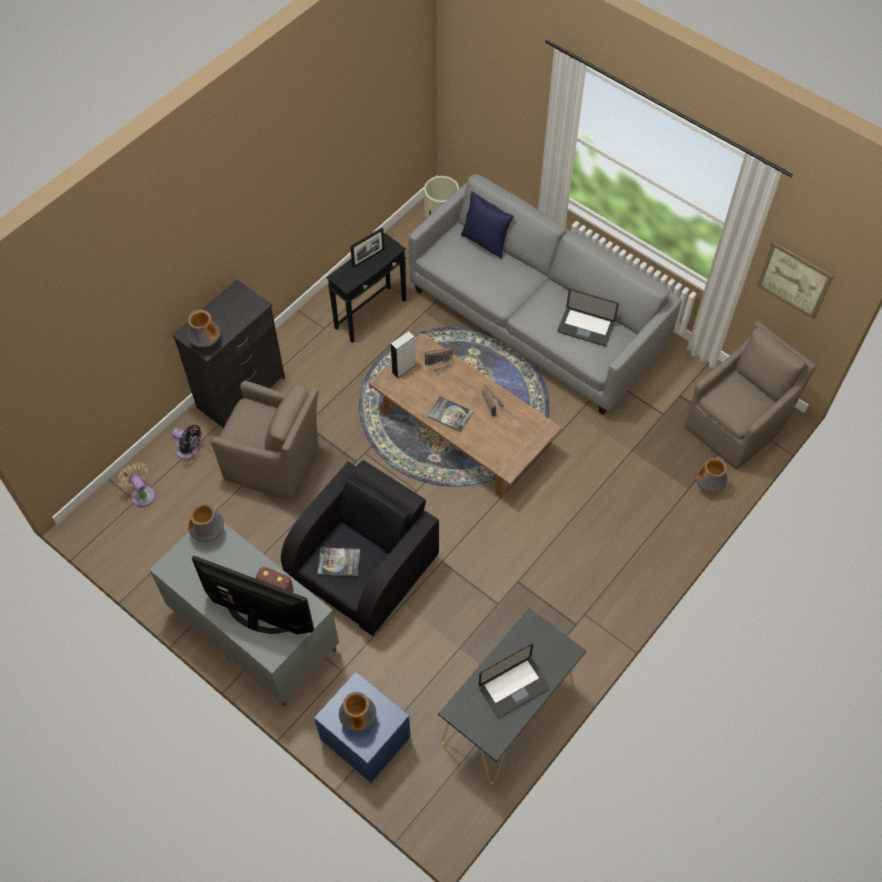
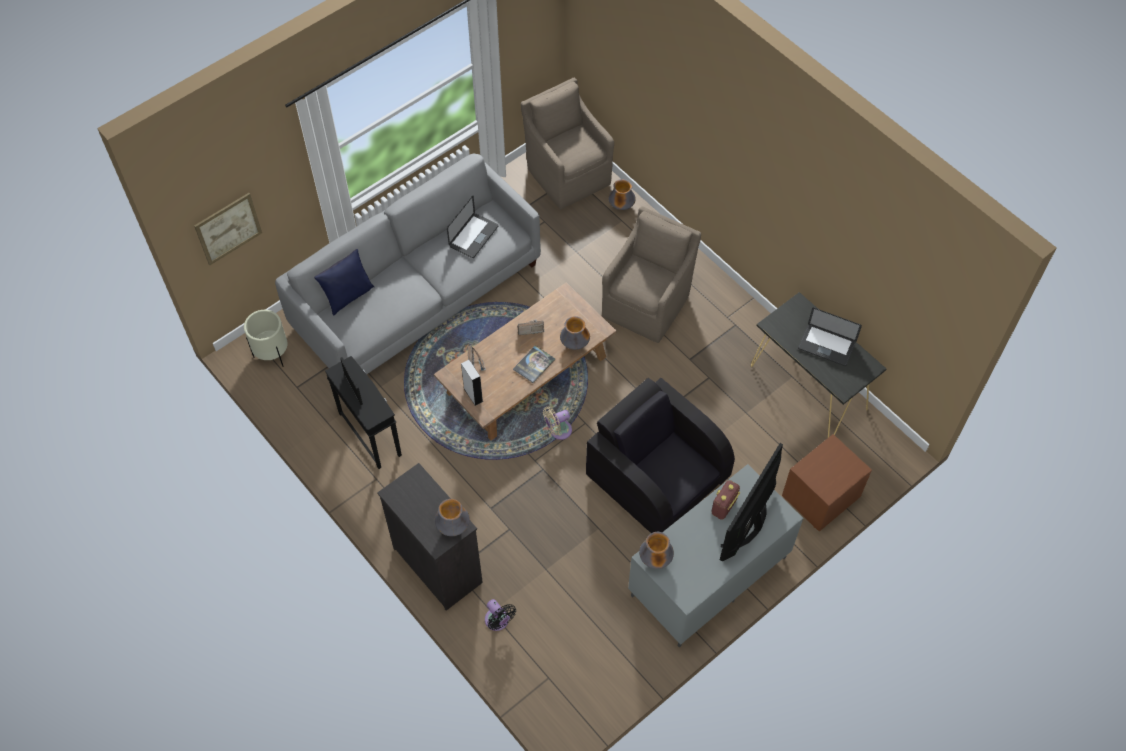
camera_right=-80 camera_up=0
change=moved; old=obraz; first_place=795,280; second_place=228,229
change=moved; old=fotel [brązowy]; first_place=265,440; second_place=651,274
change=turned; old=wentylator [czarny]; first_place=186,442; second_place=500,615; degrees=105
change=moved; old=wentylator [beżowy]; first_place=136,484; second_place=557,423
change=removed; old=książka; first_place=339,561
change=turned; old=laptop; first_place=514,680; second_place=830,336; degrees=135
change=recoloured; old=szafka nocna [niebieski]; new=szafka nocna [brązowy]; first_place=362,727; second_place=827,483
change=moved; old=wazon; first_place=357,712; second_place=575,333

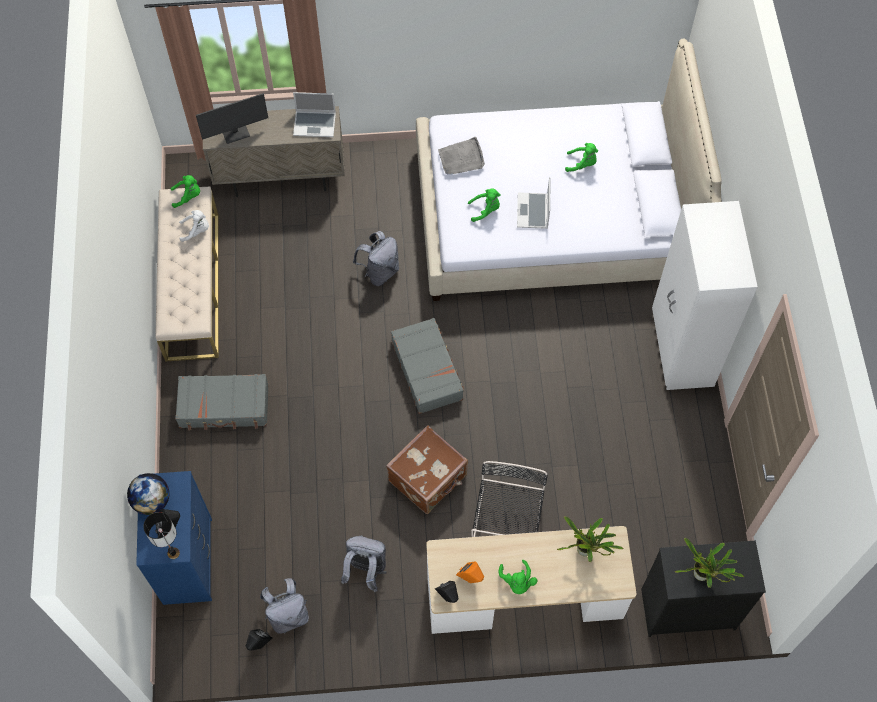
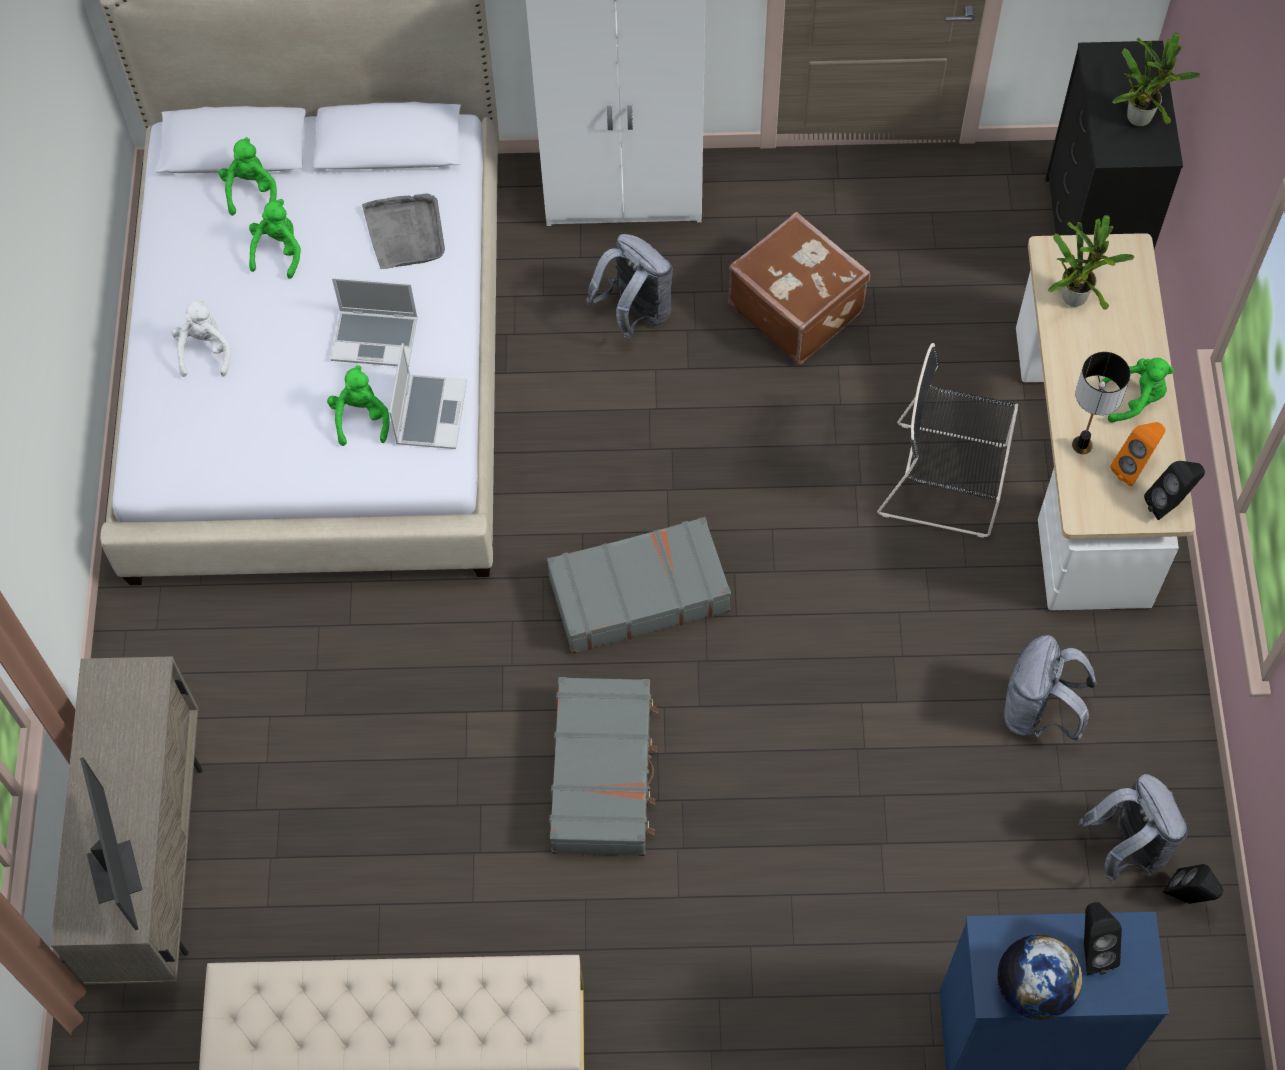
camera_right=-85 camera_up=0
change=moved; old=laptop; first_place=314,114; second_place=428,396
change=moved; old=taca [szary]; first_place=461,156; second_place=403,231
change=moved; old=pluszak [zielony]; first_place=185,191; second_place=248,176
change=moved; old=pluszak [biały]; first_place=194,226; second_place=201,337
change=moved; old=plecak [szary]; first_place=376,258; second_place=629,286
change=moved; old=walizka [szary]; first_place=222,402; second_place=603,766
change=moved; old=walizka [brązowy]; first_place=427,469; second_place=799,288
change=moved; old=lampa stołowa; first_place=161,535; second_place=1101,403

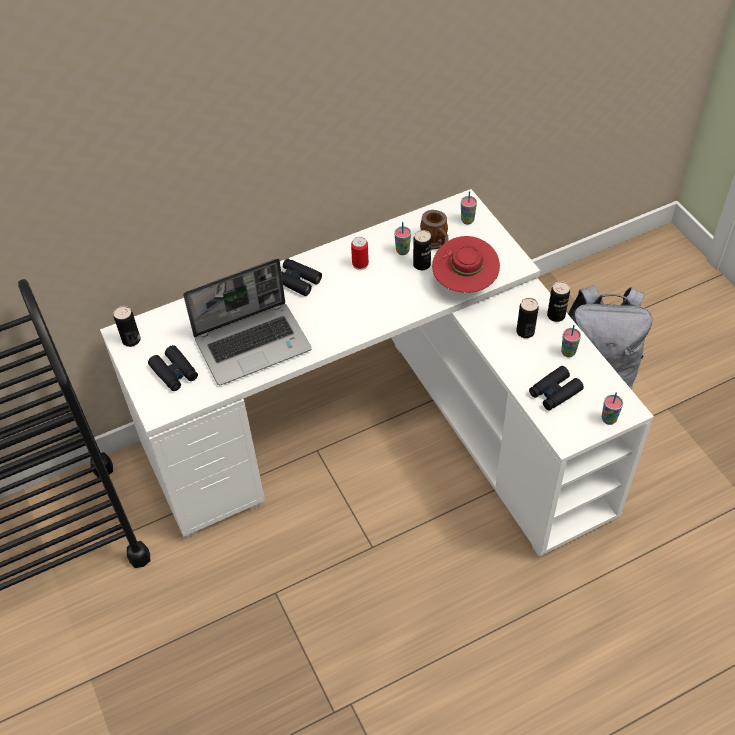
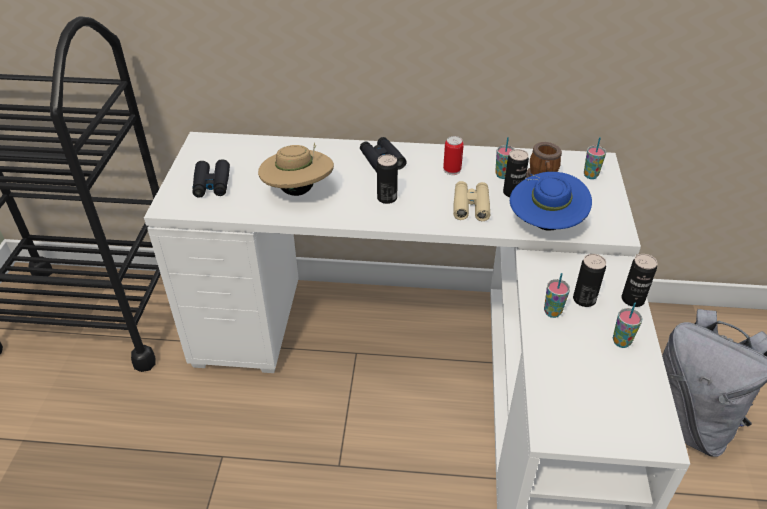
camera_right=30 camera_up=-10
change=recoloured; old=kapelusz [czerwony]; new=kapelusz [niebieski]; first_place=466,264; second_place=551,201
change=replaced; old=laptop; new=kapelusz [beżowy]; first_place=247,321; second_place=296,169
change=moved; old=puszka; first_place=127,326; second_place=387,179
change=removed; old=lornetka [czarny]; first_place=556,388
change=moved; old=filiżanka; first_place=612,408; second_place=557,295
change=added; new=lornetka [beżowy]; second_place=471,201

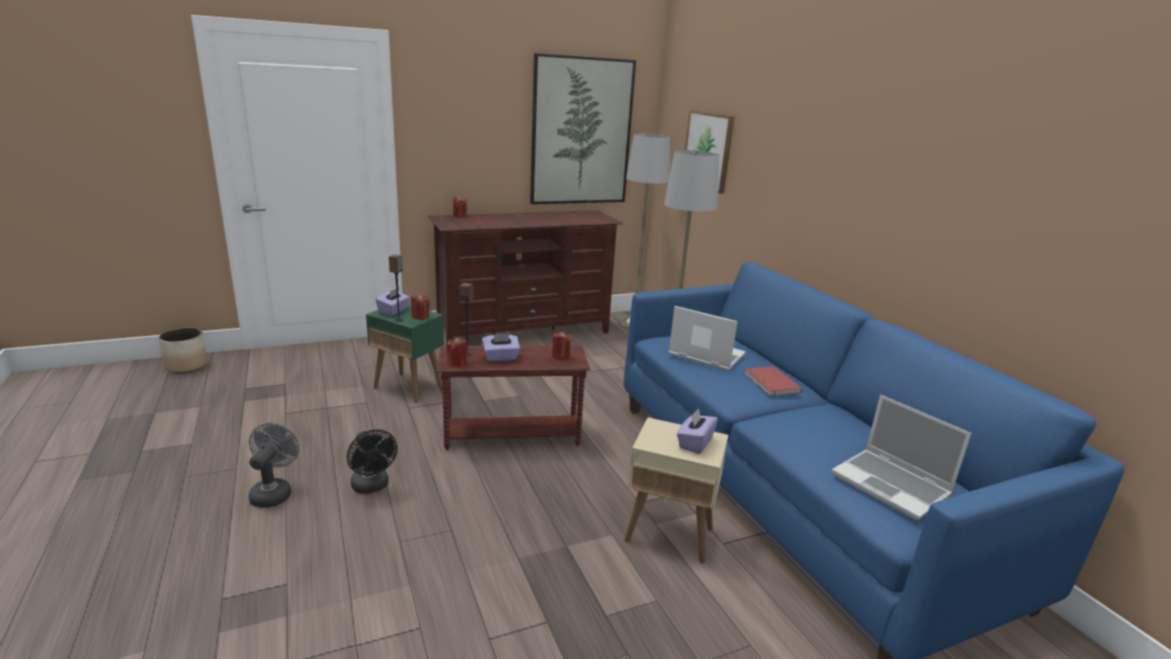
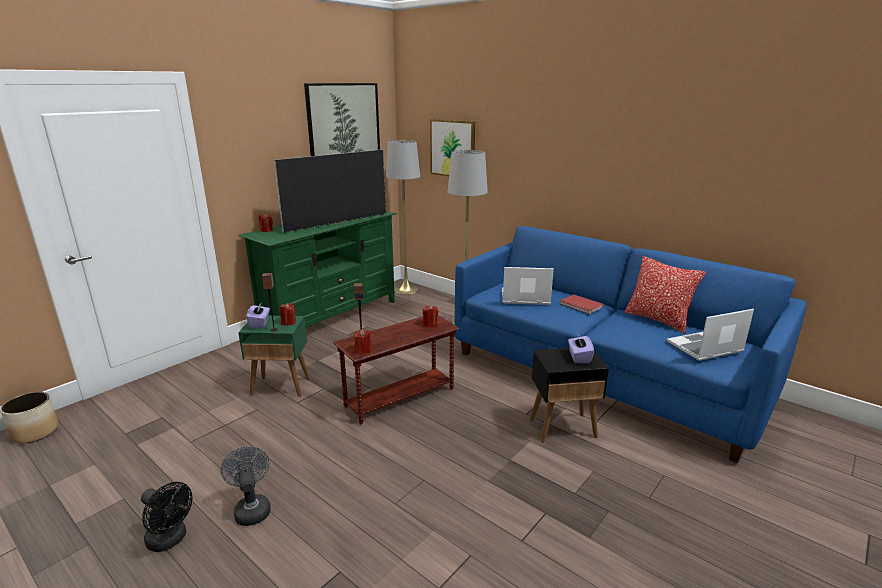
camera_right=-25 camera_up=0
change=recoloured; old=szafka pod telewizor [brązowy]; new=szafka pod telewizor [zielony]; first_place=525,278; second_place=317,269
change=removed; old=pudełko chusteczek [fioletowy]; first_place=501,348
change=turned; old=laptop; first_place=901,457; second_place=710,335; degrees=135
change=recoloured; old=stolik [beżowy]; new=stolik [czarny]; first_place=676,490; second_place=569,395
change=moved; old=wentylator [czarny]; first_place=372,461; second_place=166,517
change=added; new=telewizor; second_place=330,191
change=added; new=poduszka; second_place=665,295

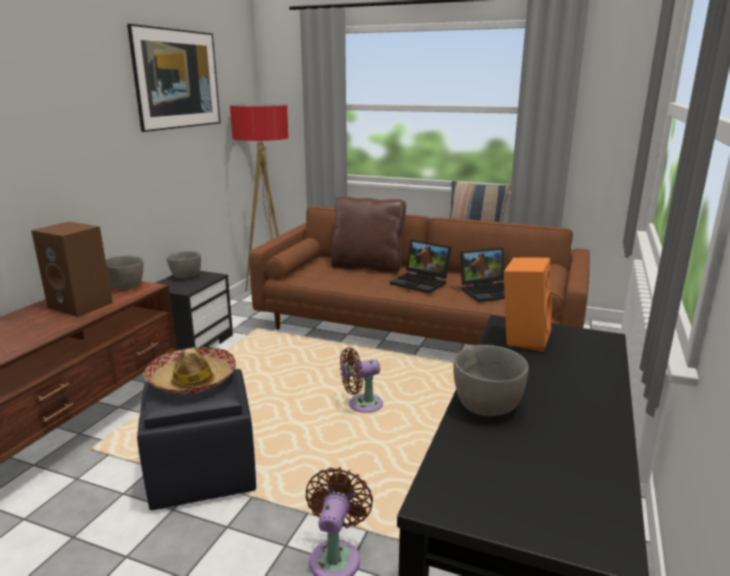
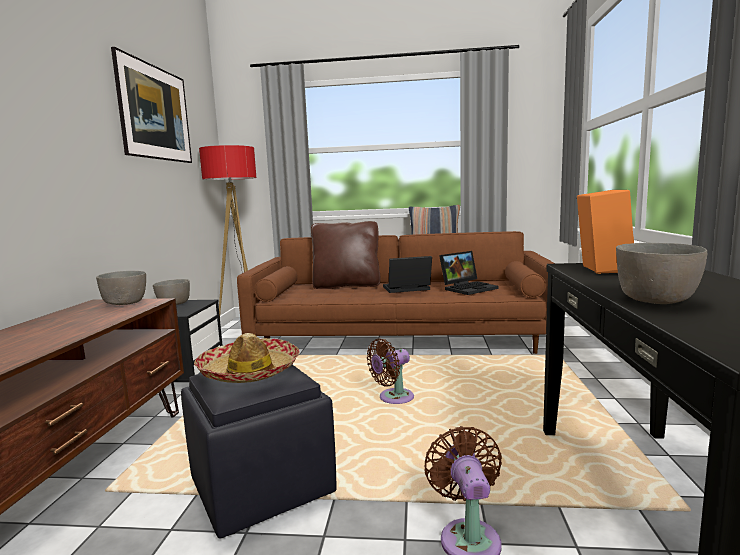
camera_right=-15 camera_up=-10
change=removed; old=głośnik [brązowy]; first_place=72,269
change=turned; old=laptop; first_place=421,267; second_place=407,274; degrees=150

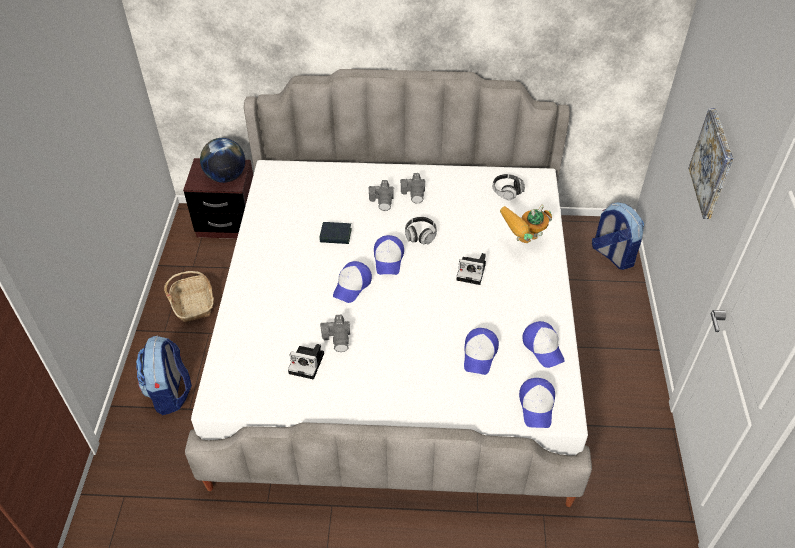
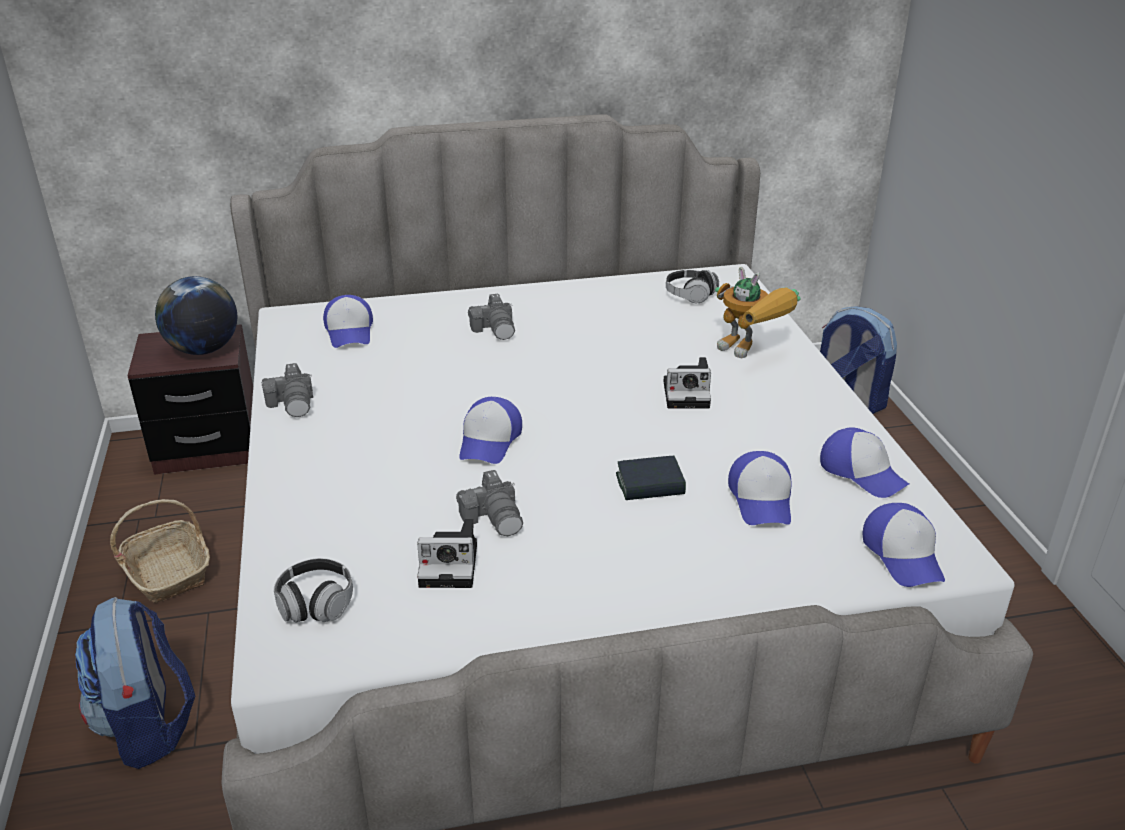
camera_right=-15 camera_up=-15
change=removed; old=obraz; first_place=711,163
change=moved; old=aparat fotograficzny; first_place=413,188; second_place=287,390
change=turned; old=robot zabawkowy; first_place=526,224; second_place=758,312; degrees=-90
change=moved; old=słuchawki; first_place=421,230; second_place=313,590
change=moved; old=książka; first_place=335,233; second_place=651,478
change=moved; old=czapka z daszkiem; first_place=389,255; second_place=348,321

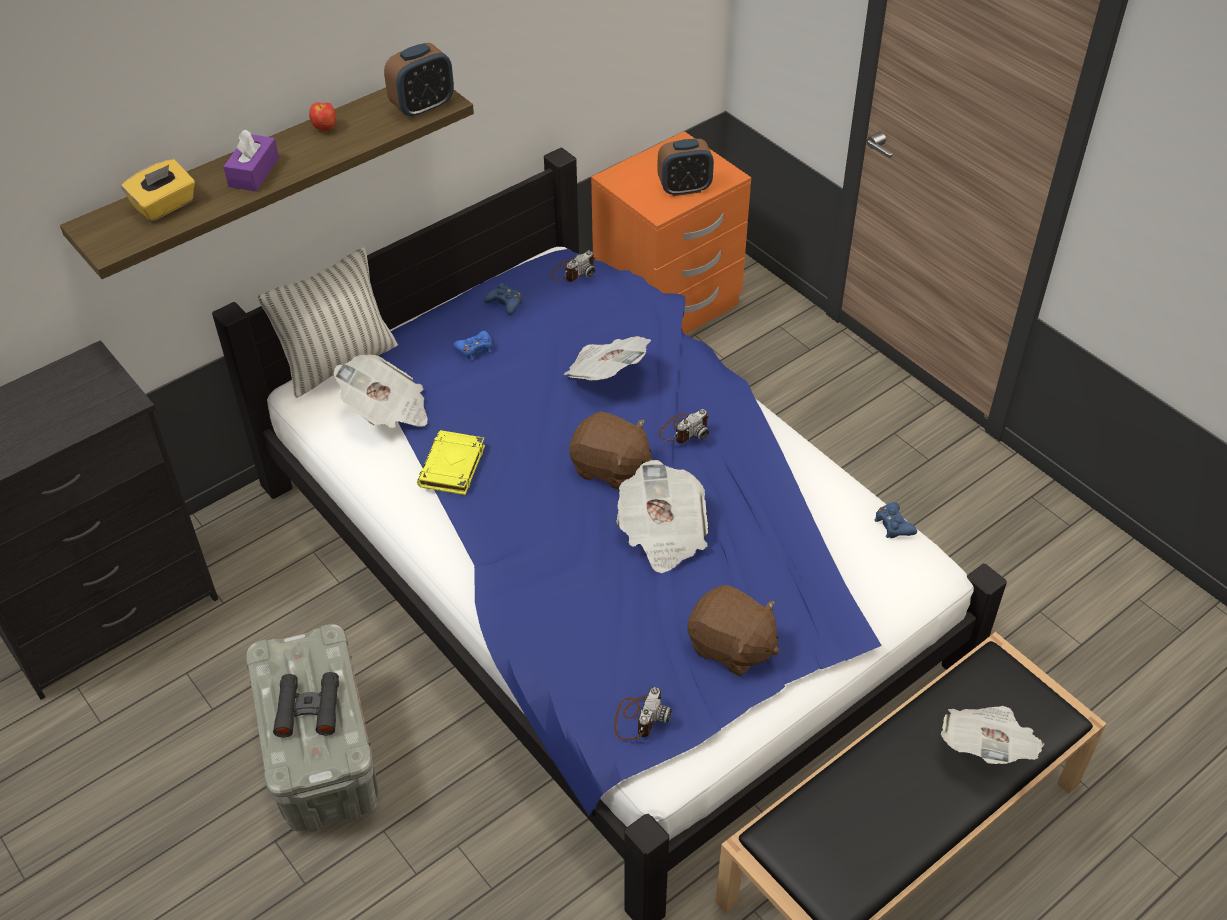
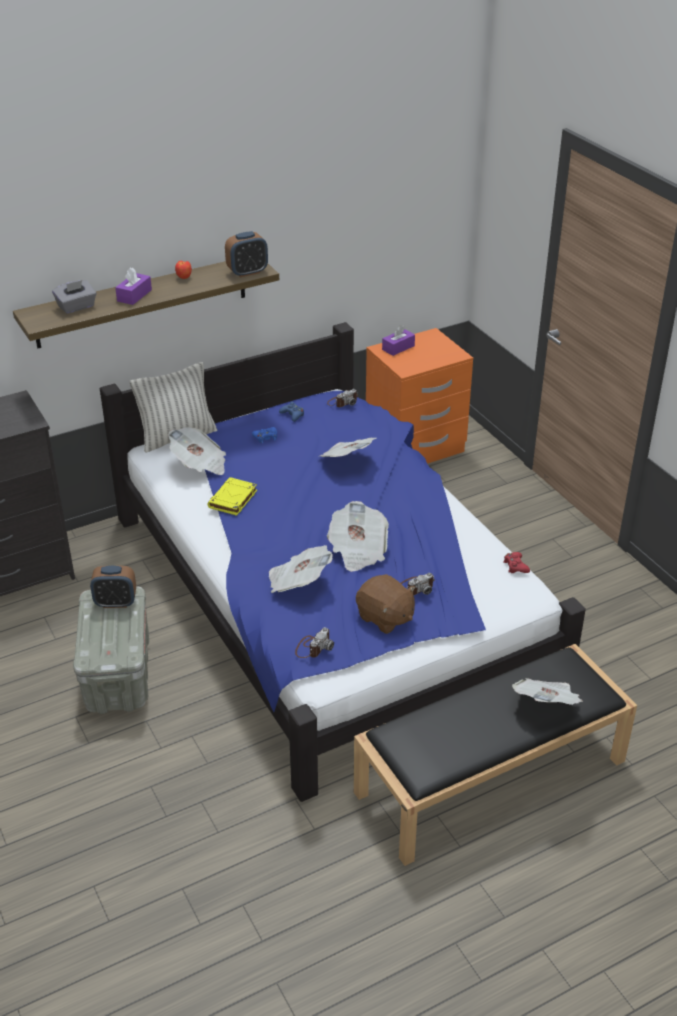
camera_right=10 camera_up=-10
change=moved; old=budzik; first_place=685,167; second_place=113,587
change=recoloured; old=pudełko chusteczek [żółty]; new=pudełko chusteczek [szary]; first_place=158,190; second_place=74,297
change=moved; old=aparat fotograficzny; first_place=684,426; second_place=418,584
change=removed; old=pluszak [brązowy]; first_place=610,450
change=recoloured; old=pad do gier [niebieski]; new=pad do gier [czerwony]; first_place=895,520; second_place=516,562
change=removed; old=lornetka [czarny]; first_place=306,704
change=added; new=pudełko chusteczek [fioletowy]; second_place=398,340
change=added; new=gazeta; second_place=301,569

